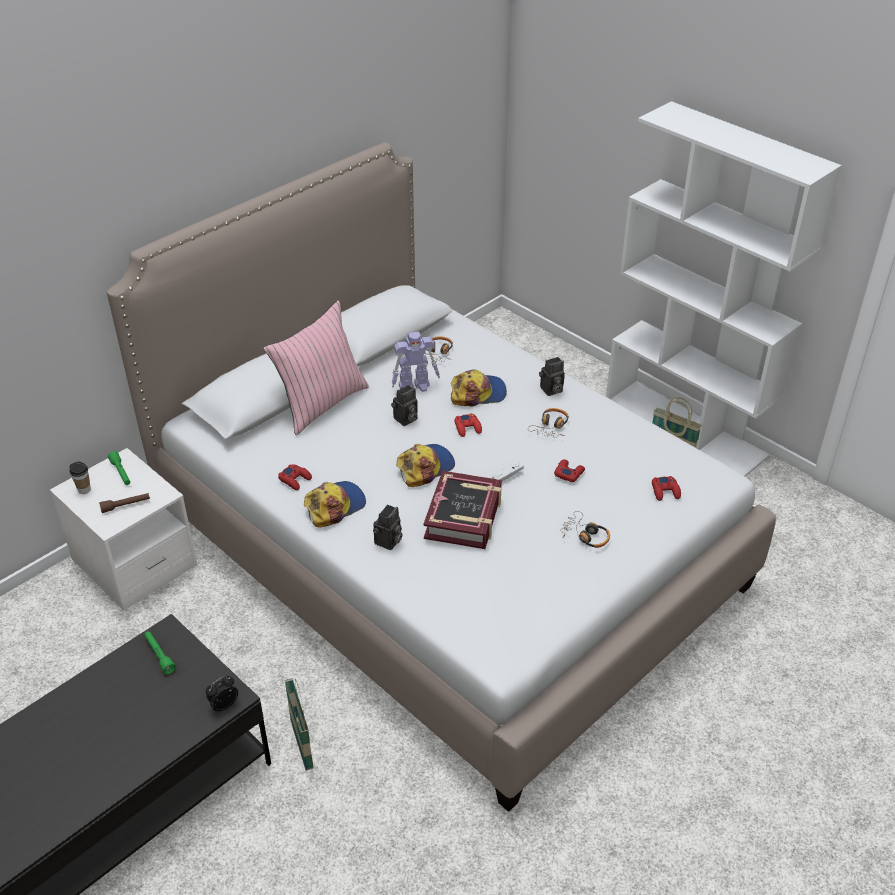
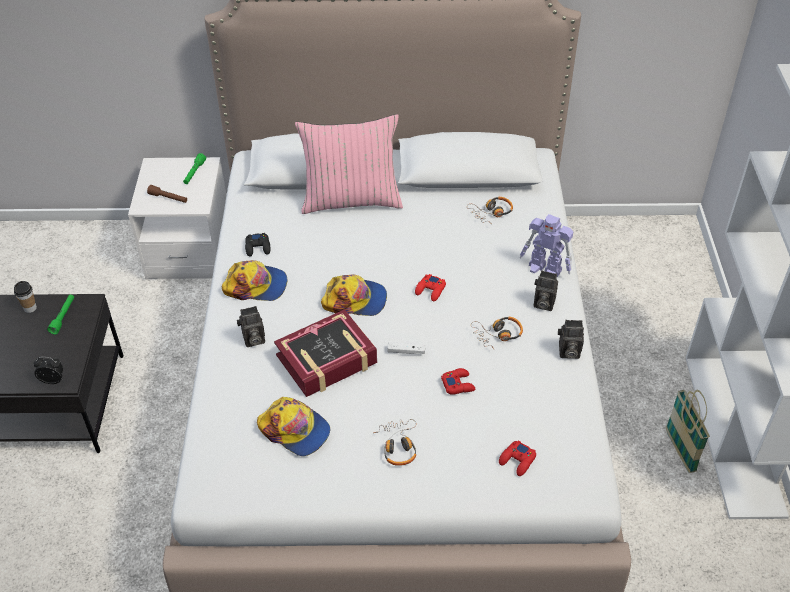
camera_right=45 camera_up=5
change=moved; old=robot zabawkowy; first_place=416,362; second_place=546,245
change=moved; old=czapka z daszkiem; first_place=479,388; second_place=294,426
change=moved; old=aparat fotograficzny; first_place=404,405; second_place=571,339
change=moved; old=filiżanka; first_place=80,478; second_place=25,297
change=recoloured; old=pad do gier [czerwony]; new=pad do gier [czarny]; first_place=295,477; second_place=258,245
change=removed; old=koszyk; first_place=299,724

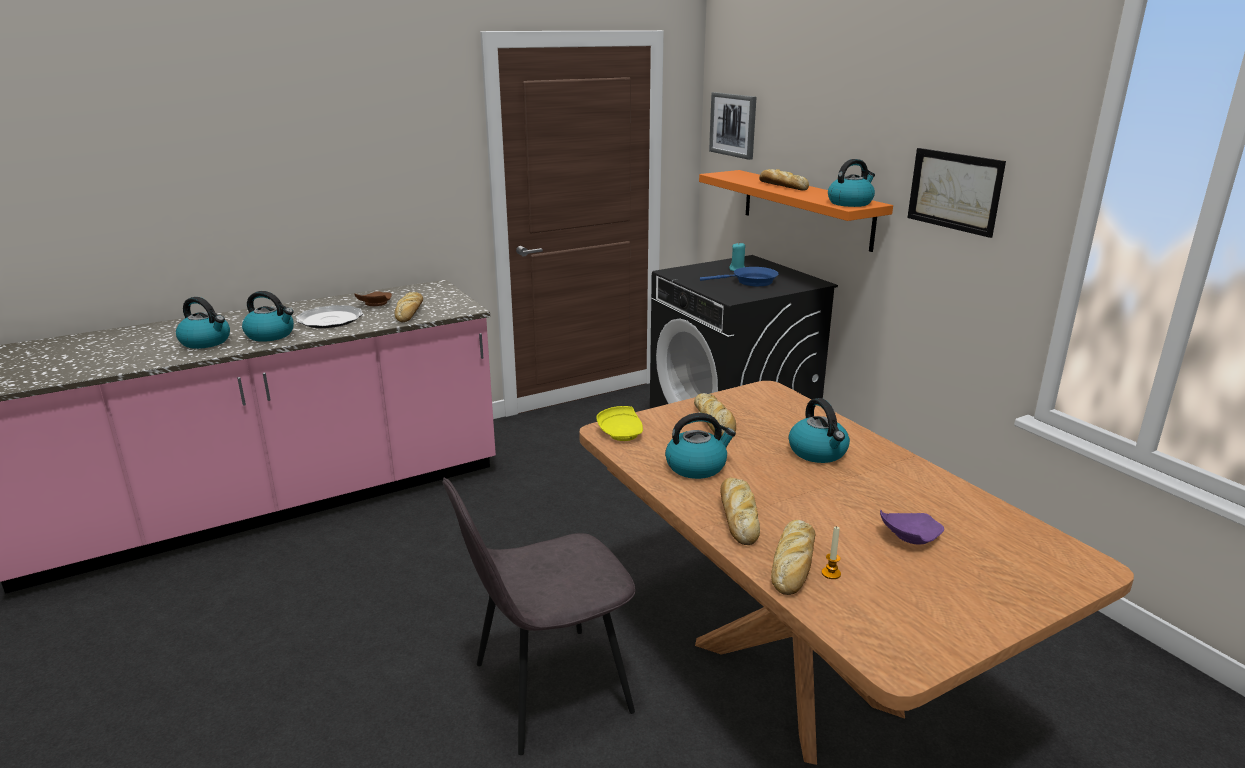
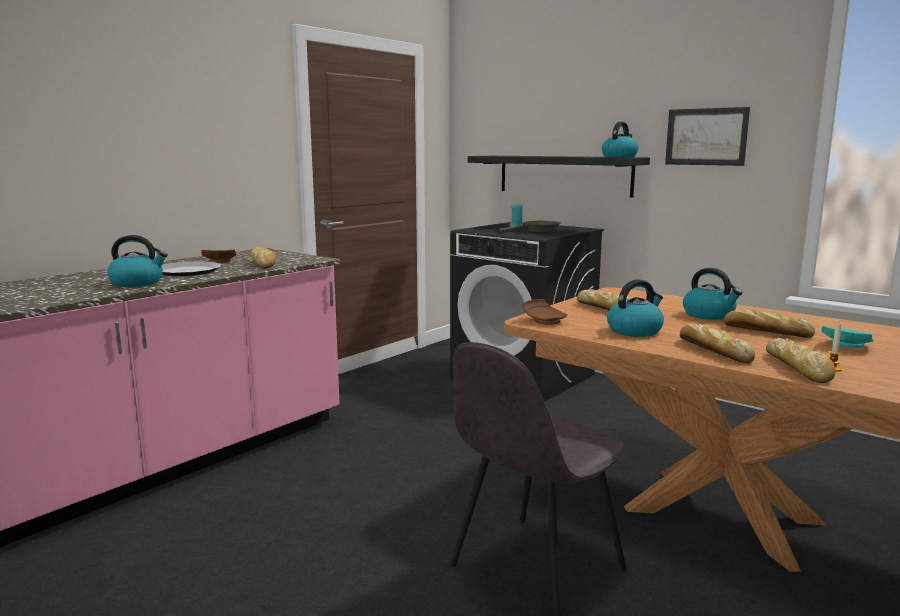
camera_right=-20 camera_up=-10
change=removed; old=obraz; first_place=732,126
change=moved; old=chleb; first_place=784,180; second_place=769,323
change=recoloured; old=półka [pomarańczowy]; new=półka [czarny]; first_place=796,211; second_place=559,177
change=recoloured; old=patelnia [niebieski]; new=patelnia [brązowy]; first_place=739,276; second_place=530,226
change=removed; old=czajnik; first_place=203,323
change=recoloured; old=talerz [żółty]; new=talerz [brązowy]; first_place=619,423; second_place=545,312
change=recoloured; old=talerz [fioletowy]; new=talerz [turkusowy]; first_place=912,527; second_place=847,337

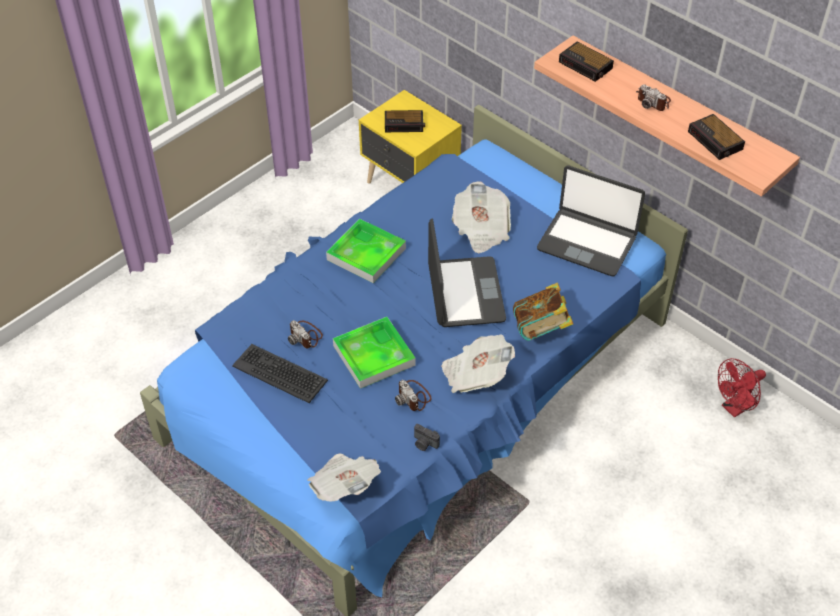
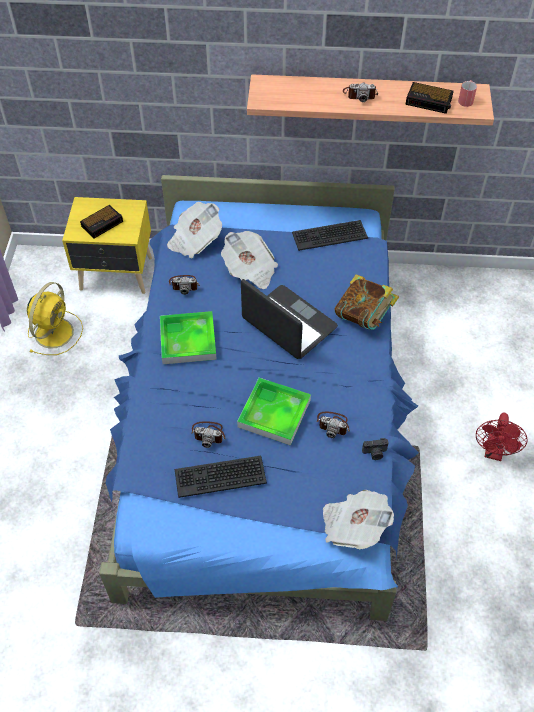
camera_right=-40 camera_up=5
change=removed; old=budzik; first_place=586,62
change=replaced; old=laptop; new=klawiatura; first_place=591,221; second_place=330,235
change=moved; old=gazeta; first_place=478,364; second_place=194,230
change=moved; old=wentylator [czerwony]; first_place=742,388; second_place=502,437
change=added; new=kubek [czerwony]; second_place=467,93
change=added; new=aparat fotograficzny; second_place=184,285
change=added; new=wentylator [żółty]; second_place=55,318

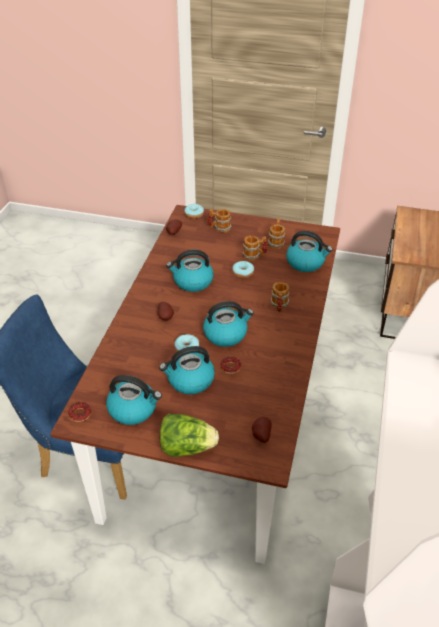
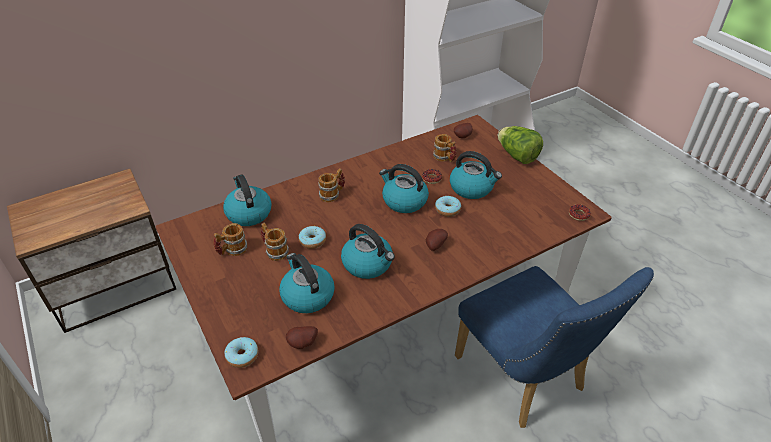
camera_right=-135 camera_up=0
change=moved; old=kubek; first_place=219,221; second_place=445,148
change=moved; old=czajnik; first_place=134,400; second_place=307,283

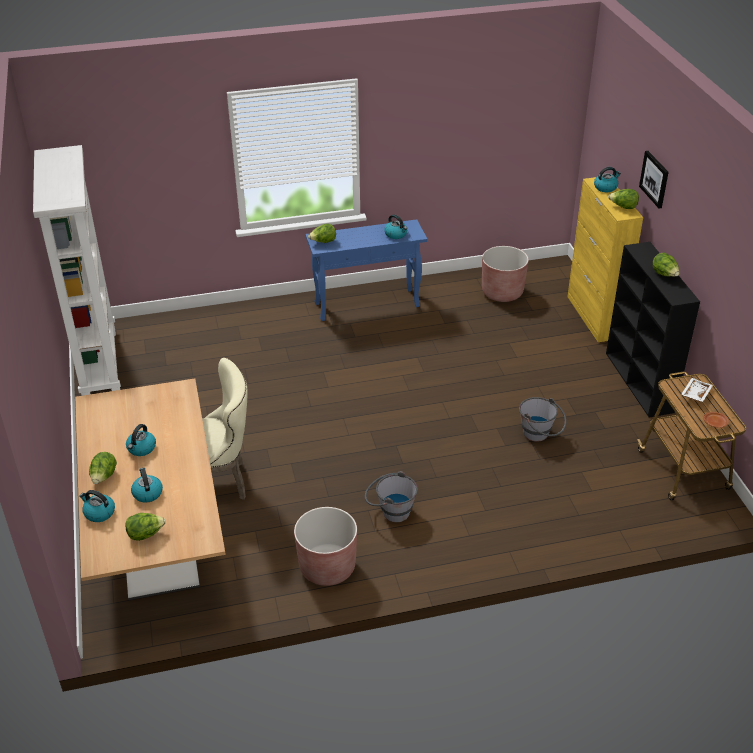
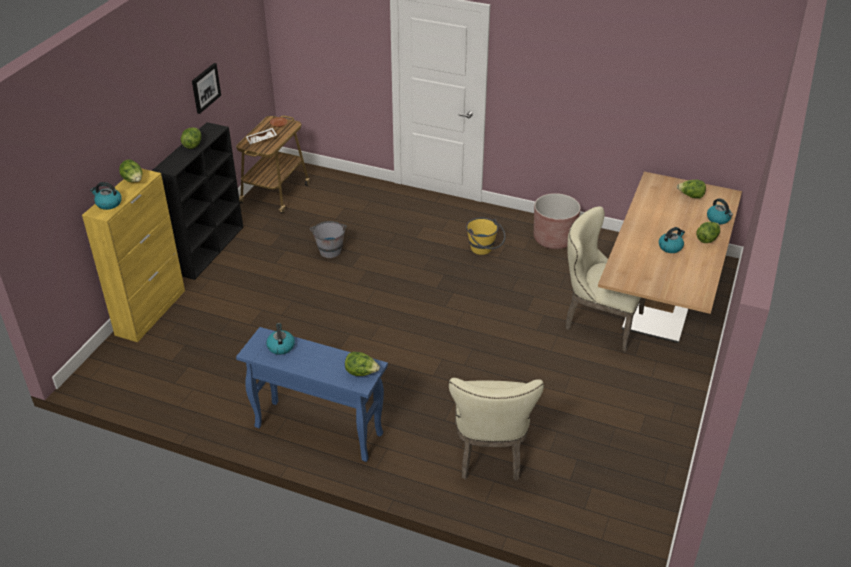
camera_right=-145 camera_up=0
change=removed; old=regał [biały]; first_place=77,270
change=moved; old=obraz; first_place=654,180; second_place=206,88
change=removed; old=donica [brązowy]; first_place=505,274
change=removed; old=czajnik; first_place=147,485
change=recoloured; old=wiadro [szary]; new=wiadro [żółty]; first_place=391,496; second_place=486,236
change=added; new=krzesło [beżowy]; second_place=496,429

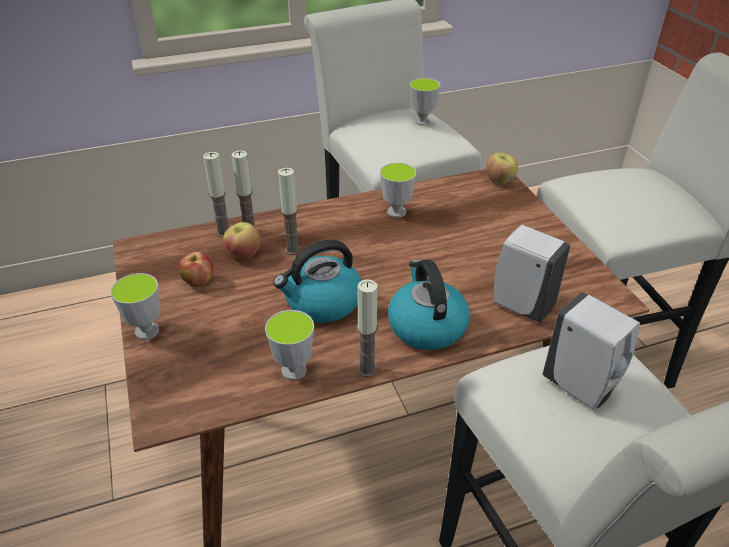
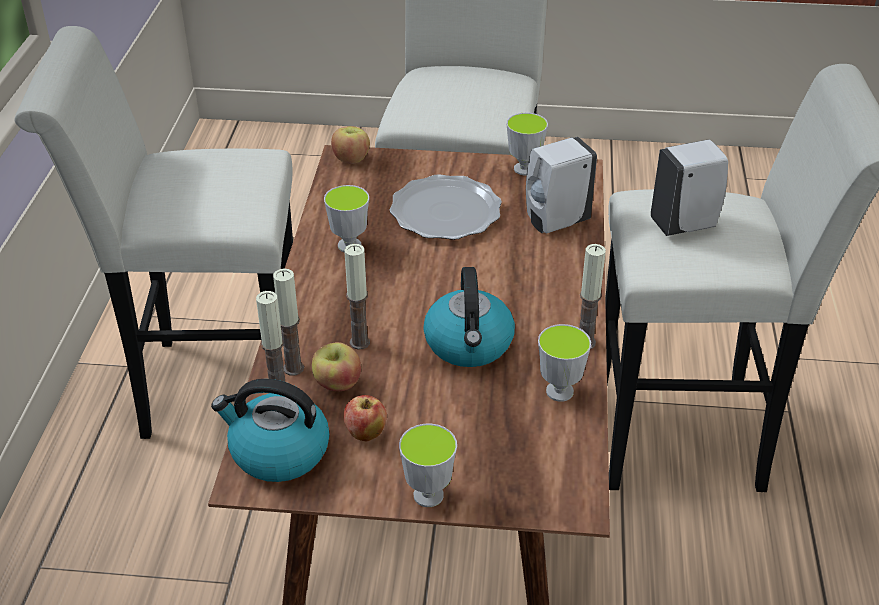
camera_right=-65 camera_up=0
change=moved; old=filiżanka; first_place=425,101; second_place=527,144
change=moved; old=czajnik; first_place=429,305; second_place=270,430
change=added; new=talerz; second_place=445,207

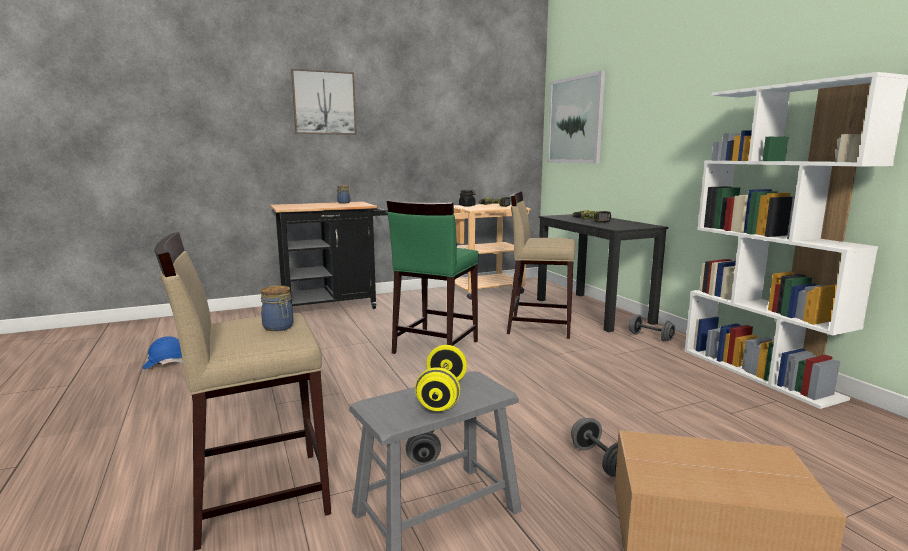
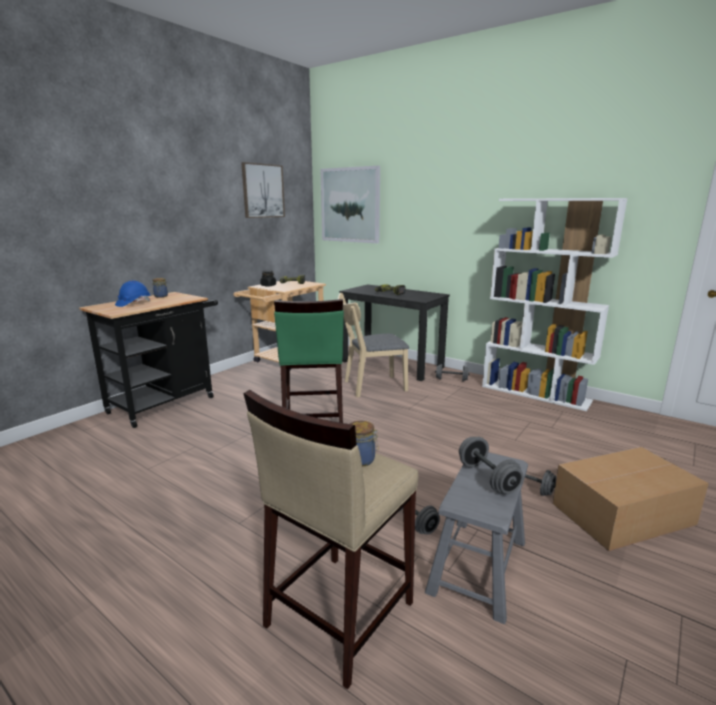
camera_right=-30 camera_up=5
change=moved; old=obraz; first_place=324,102; second_place=263,190
change=replaced; old=stołek [beżowy]; new=krzesło [beżowy]; first_place=541,265; second_place=373,345
change=moved; old=kask [niebieski]; first_place=163,352; second_place=132,294
change=recoloured; old=hantel [żółty]; new=hantel [szary]; first_place=441,378; second_place=491,465

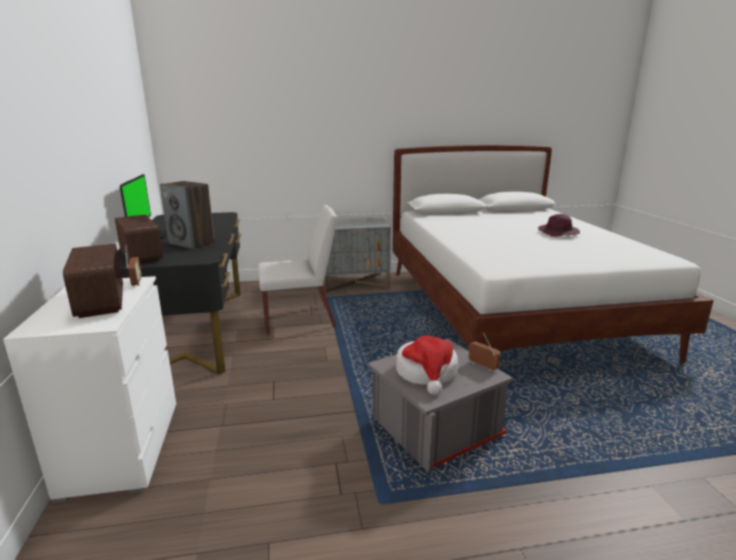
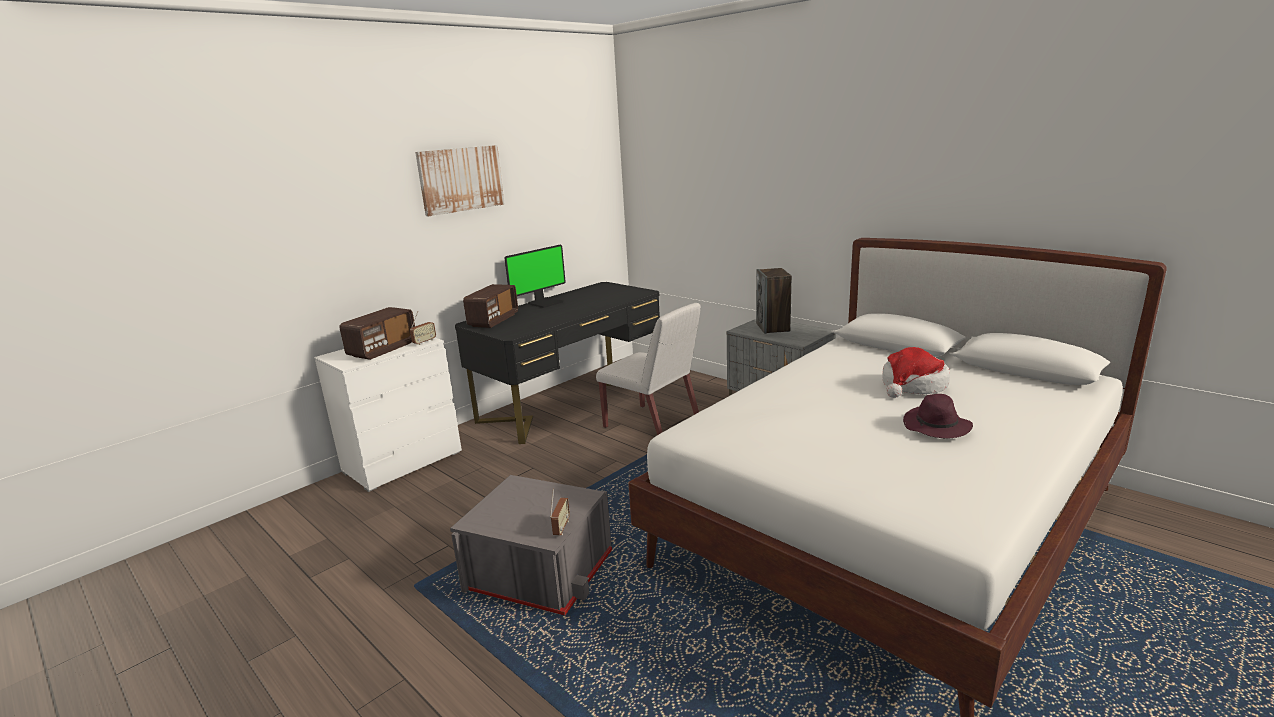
camera_right=55 camera_up=0
change=moved; old=głośnik; first_place=187,215; second_place=774,301
change=moved; old=kapelusz; first_place=427,365; second_place=916,372
change=added; new=obraz; second_place=460,180

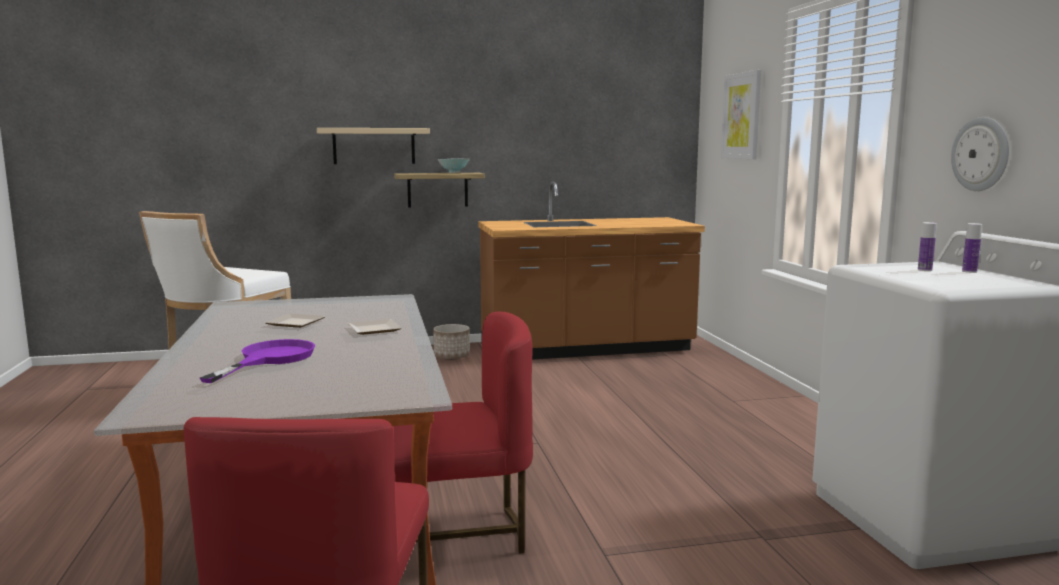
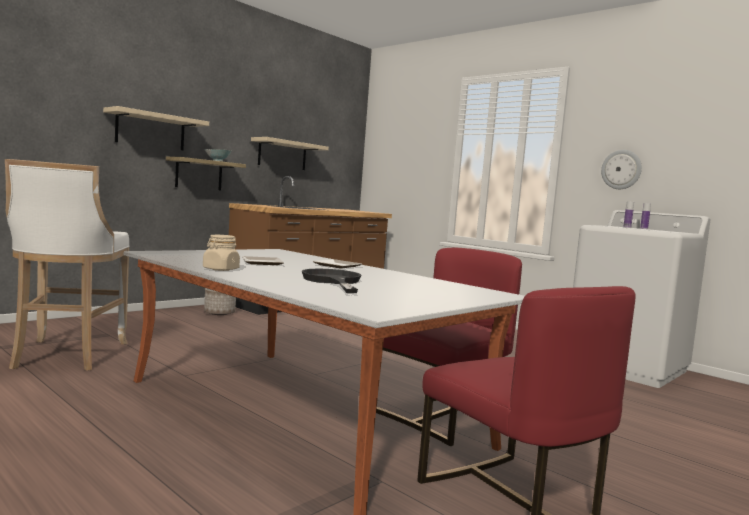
camera_right=-35 camera_up=-5
change=removed; old=obraz; first_place=741,114
change=recoloured; old=patelnia [fioletowy]; new=patelnia [czarny]; first_place=257,361; second_place=332,281
change=added; new=półka [beżowy]; second_place=290,153
change=added; new=słoik [beżowy]; second_place=221,253

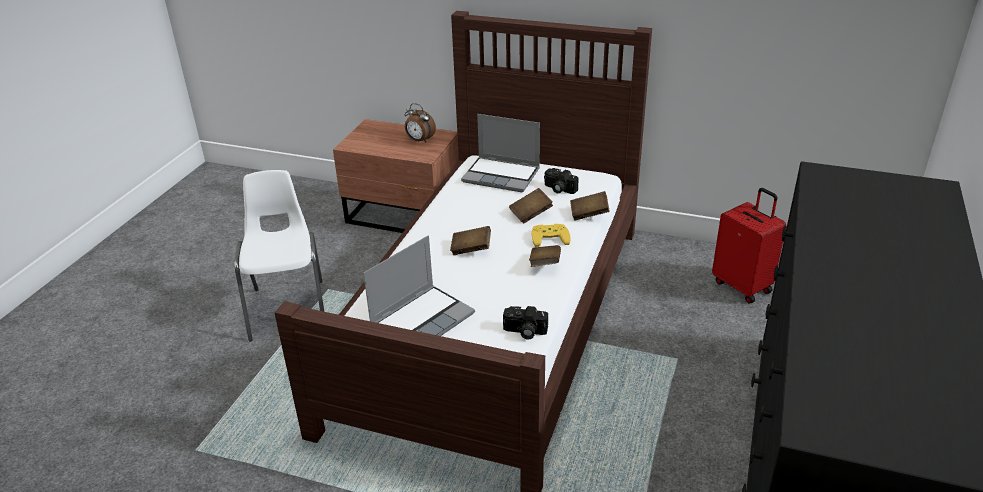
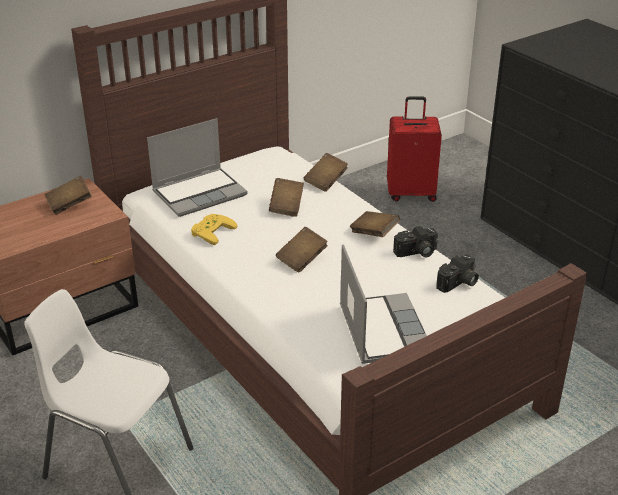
camera_right=-55 camera_up=0
change=replaced; old=budzik; new=książka [brązowy]; first_place=420,123; second_place=68,195
change=moved; old=aparat fotograficzny; first_place=561,181; second_place=415,241
change=moved; old=pad do gier [żółty]; first_place=551,235; second_place=214,229

